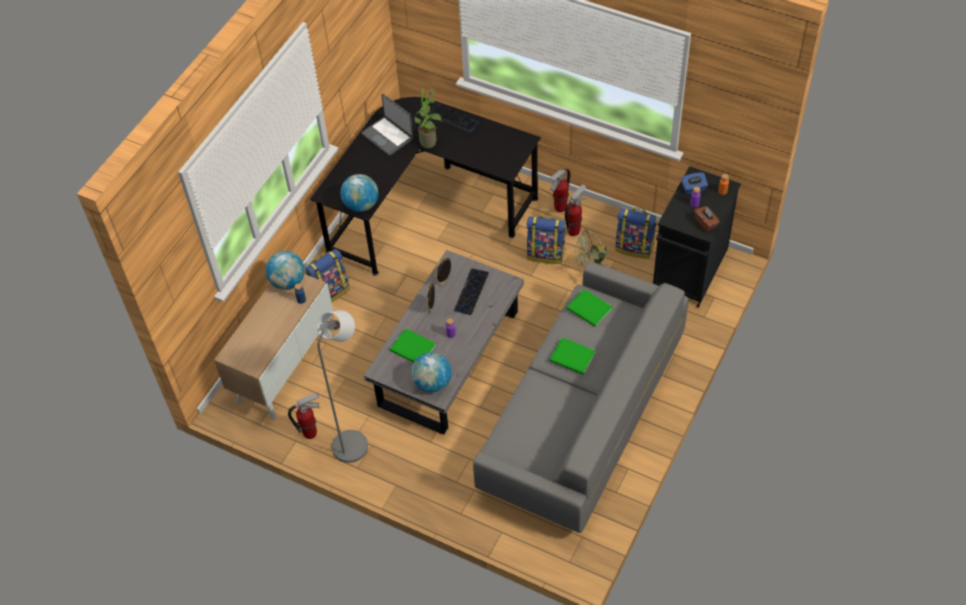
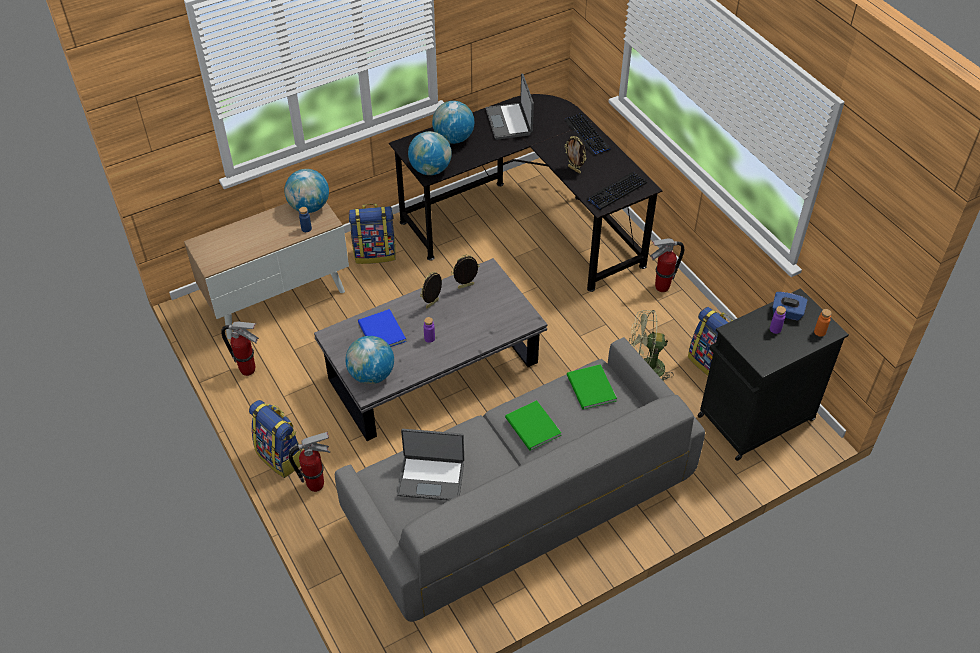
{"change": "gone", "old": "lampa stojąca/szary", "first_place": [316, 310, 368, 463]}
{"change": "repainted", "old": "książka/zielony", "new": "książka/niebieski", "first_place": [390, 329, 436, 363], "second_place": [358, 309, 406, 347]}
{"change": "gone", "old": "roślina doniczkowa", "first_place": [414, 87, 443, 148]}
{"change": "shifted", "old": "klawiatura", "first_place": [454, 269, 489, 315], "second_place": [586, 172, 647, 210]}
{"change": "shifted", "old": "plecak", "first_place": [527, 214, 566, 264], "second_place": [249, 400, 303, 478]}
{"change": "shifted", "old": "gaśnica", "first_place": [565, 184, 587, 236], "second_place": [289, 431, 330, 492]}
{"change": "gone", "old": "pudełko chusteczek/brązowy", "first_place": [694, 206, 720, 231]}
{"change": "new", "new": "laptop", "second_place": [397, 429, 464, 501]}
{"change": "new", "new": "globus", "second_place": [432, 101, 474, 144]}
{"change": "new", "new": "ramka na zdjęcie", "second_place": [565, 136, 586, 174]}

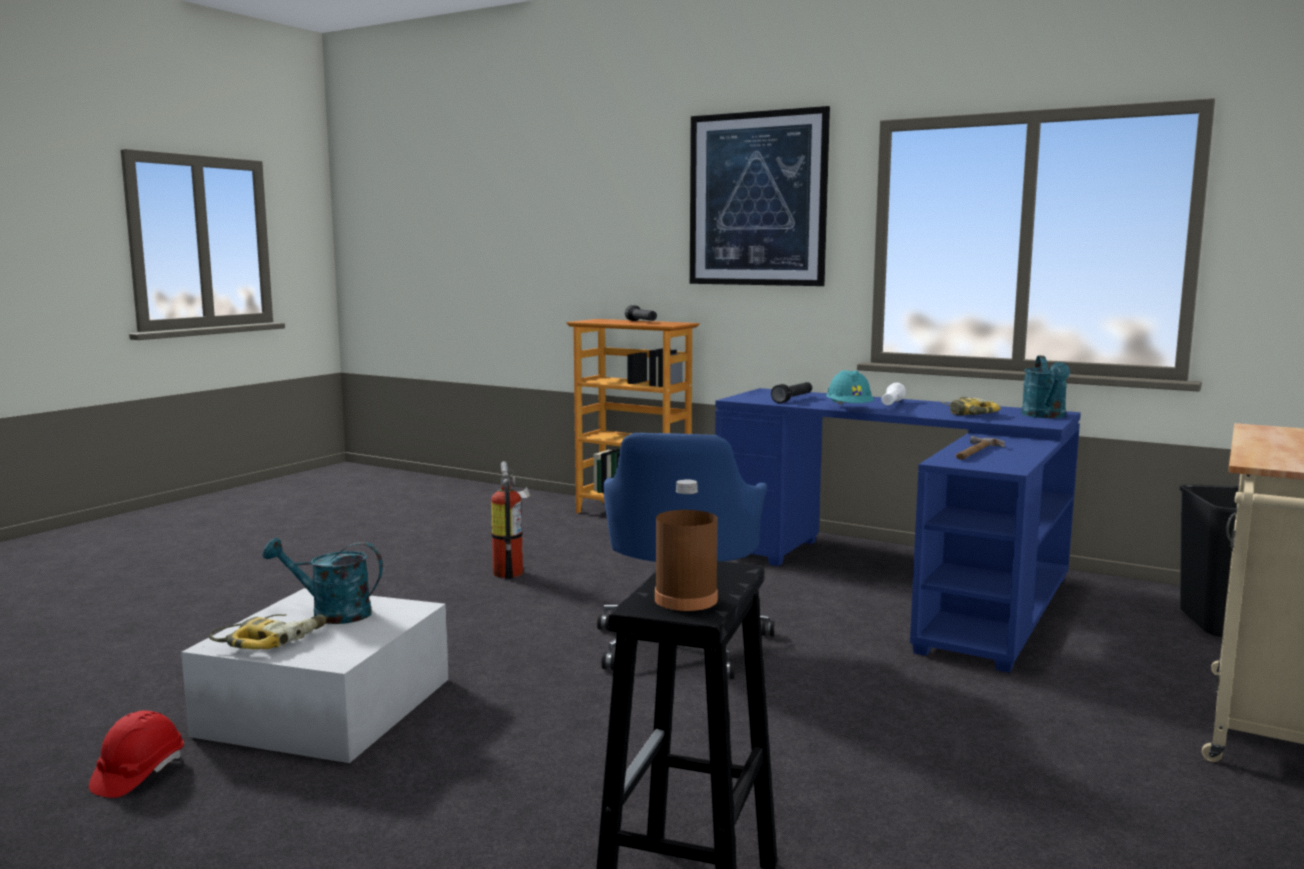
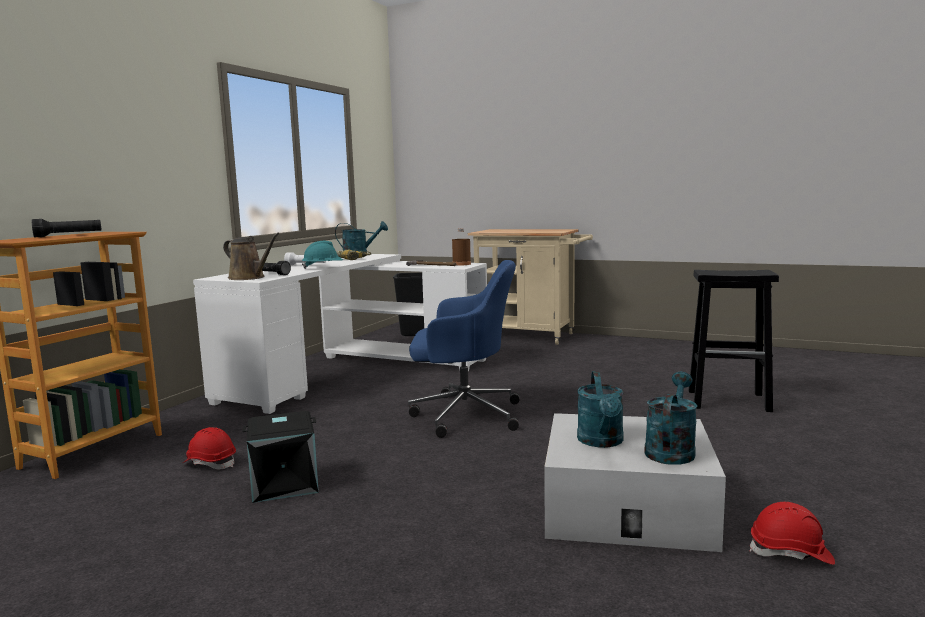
{"change": "swapped", "old": "wiertarka", "new": "konewka/turkusowy", "first_place": [209, 614, 326, 649], "second_place": [644, 372, 697, 465]}
{"change": "swapped", "old": "gaśnica", "new": "pojemnik do przechowywania/czarny", "first_place": [491, 461, 530, 579], "second_place": [243, 411, 319, 503]}
{"change": "shifted", "old": "butelka/brązowy", "first_place": [655, 479, 718, 611], "second_place": [452, 228, 471, 266]}
{"change": "gone", "old": "obraz", "first_place": [690, 106, 830, 286]}
{"change": "repainted", "old": "biurko/niebieski", "new": "biurko/biały", "first_place": [715, 388, 1081, 673], "second_place": [193, 254, 487, 414]}
{"change": "new", "new": "kask/czerwony", "second_place": [183, 427, 236, 469]}
{"change": "new", "new": "konewka/brązowy", "second_place": [223, 233, 279, 280]}

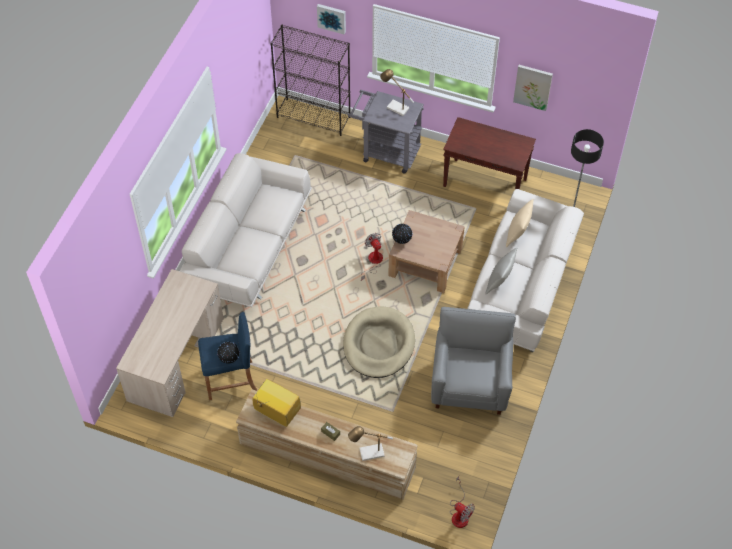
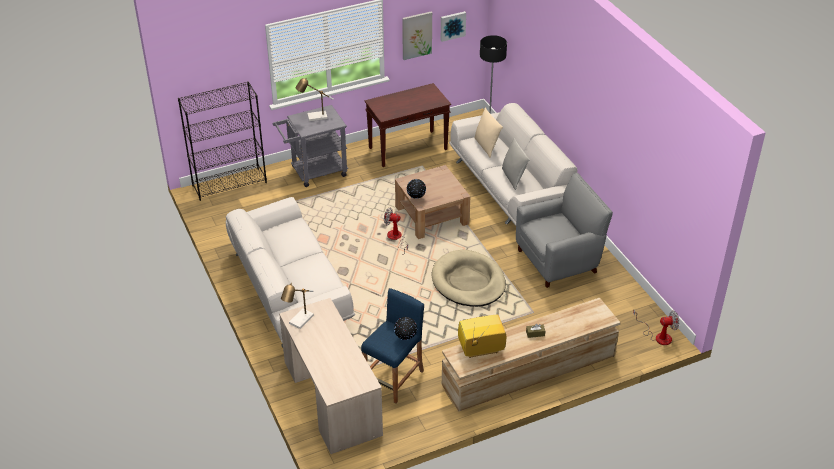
{"change": "shifted", "old": "obraz", "first_place": [317, 4, 346, 35], "second_place": [441, 11, 466, 42]}
{"change": "shifted", "old": "lampa stołowa", "first_place": [348, 426, 393, 461], "second_place": [281, 283, 314, 329]}
{"change": "rotated", "old": "fotel/szary", "first_place": [431, 307, 516, 415], "second_place": [516, 173, 613, 288], "degrees": 105}

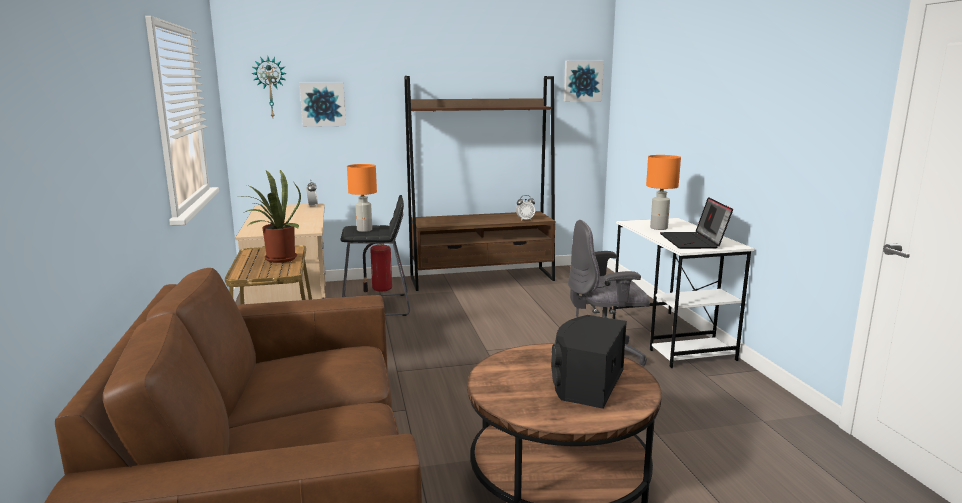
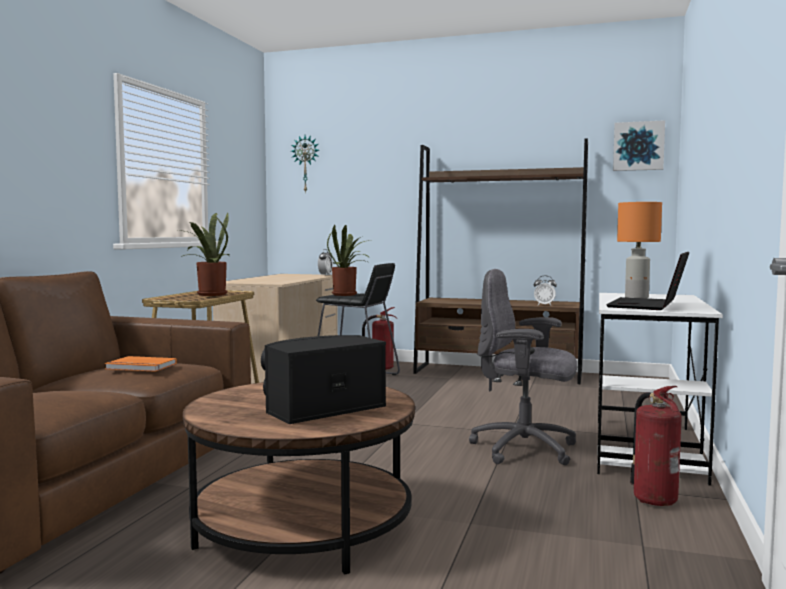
{"change": "gone", "old": "obraz", "first_place": [300, 83, 346, 127]}
{"change": "swapped", "old": "lampa stołowa/pomarańczowy", "new": "roślina doniczkowa", "first_place": [347, 164, 377, 232], "second_place": [327, 225, 372, 296]}
{"change": "new", "new": "książka/pomarańczowy", "second_place": [105, 356, 177, 372]}
{"change": "new", "new": "gaśnica", "second_place": [630, 386, 682, 506]}

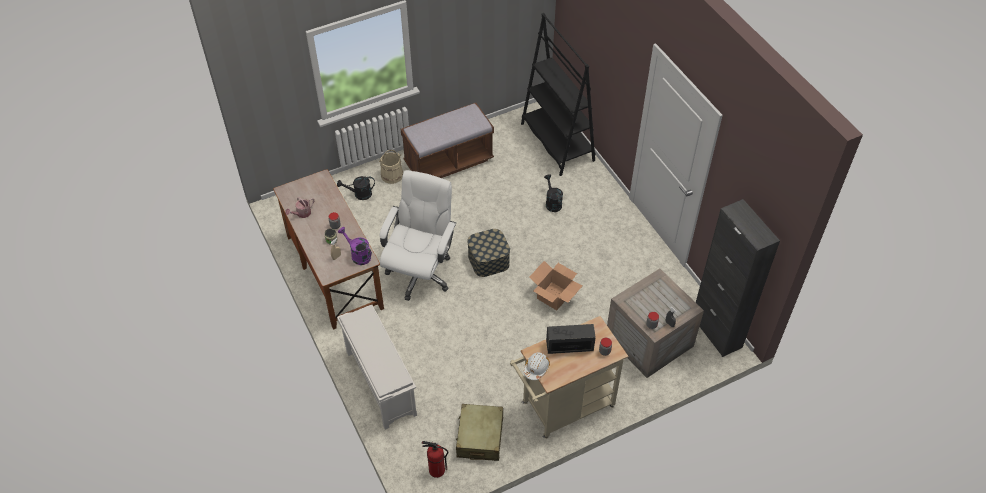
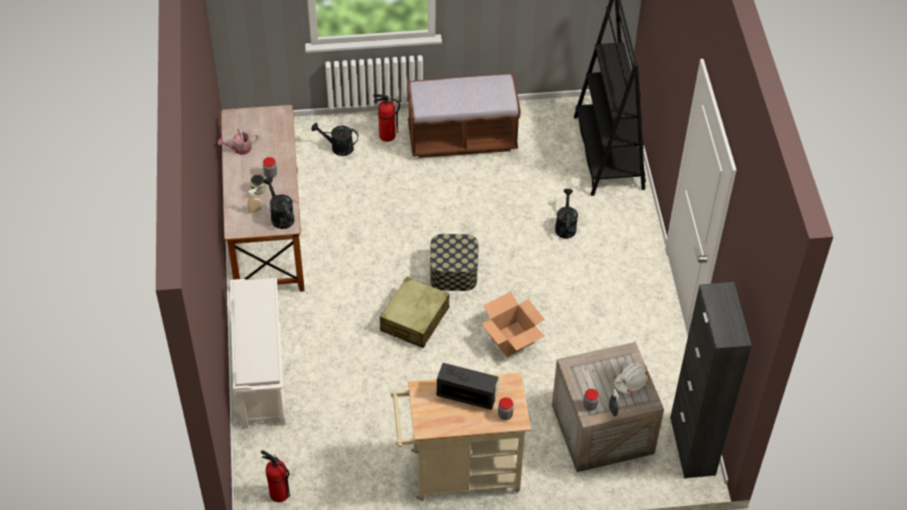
{"change": "repainted", "old": "konewka/fioletowy", "new": "konewka/czarny", "first_place": [338, 227, 372, 265], "second_place": [263, 177, 294, 229]}
{"change": "swapped", "old": "wiadro/beżowy", "new": "gaśnica", "first_place": [379, 150, 403, 184], "second_place": [373, 94, 400, 142]}
{"change": "gone", "old": "krzesło biurowe/biały", "first_place": [380, 170, 456, 301]}
{"change": "shifted", "old": "walizka/beżowy", "first_place": [456, 404, 503, 461], "second_place": [380, 277, 449, 348]}
{"change": "shifted", "old": "kask/biały", "first_place": [524, 352, 550, 380], "second_place": [615, 363, 649, 394]}

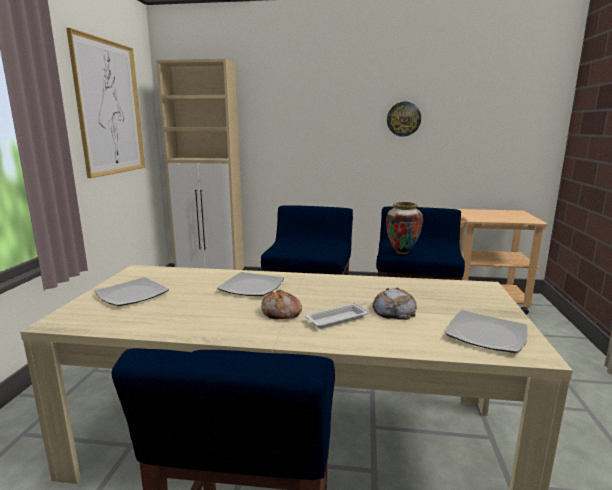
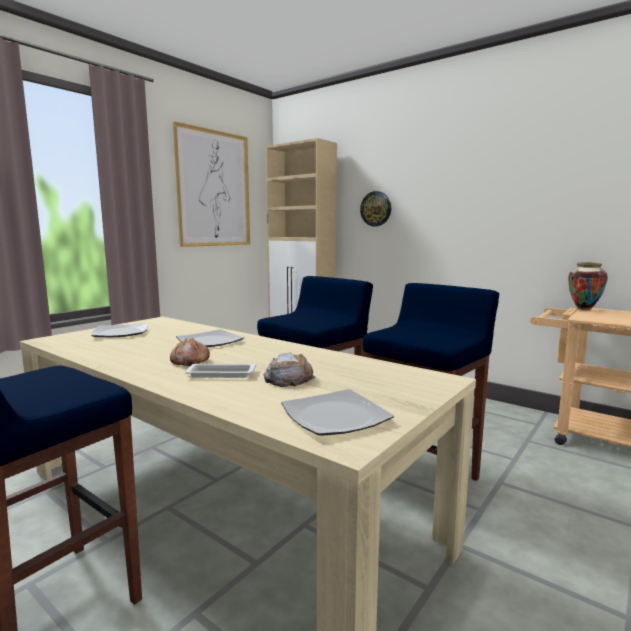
{"change": "shifted", "old": "wazon", "first_place": [386, 202, 423, 254], "second_place": [569, 262, 608, 310]}
{"change": "shifted", "old": "zegar ścienny", "first_place": [387, 102, 421, 137], "second_place": [360, 191, 391, 226]}

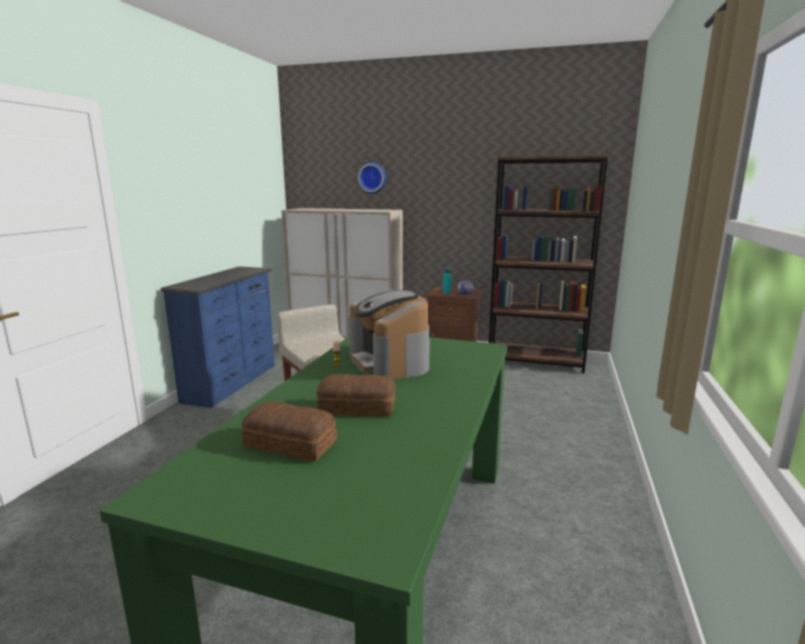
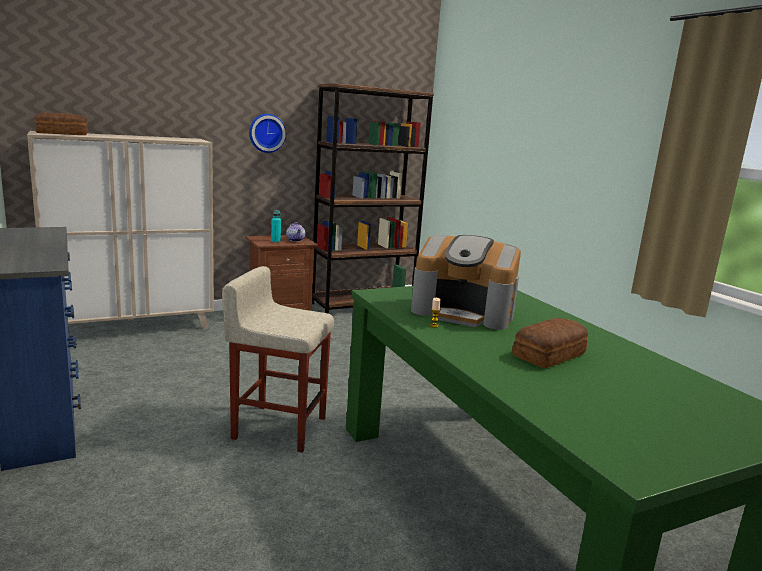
{"change": "shifted", "old": "chleb", "first_place": [242, 401, 337, 461], "second_place": [34, 112, 88, 135]}
{"change": "shifted", "old": "zegar ścienny", "first_place": [357, 162, 386, 194], "second_place": [249, 114, 286, 153]}

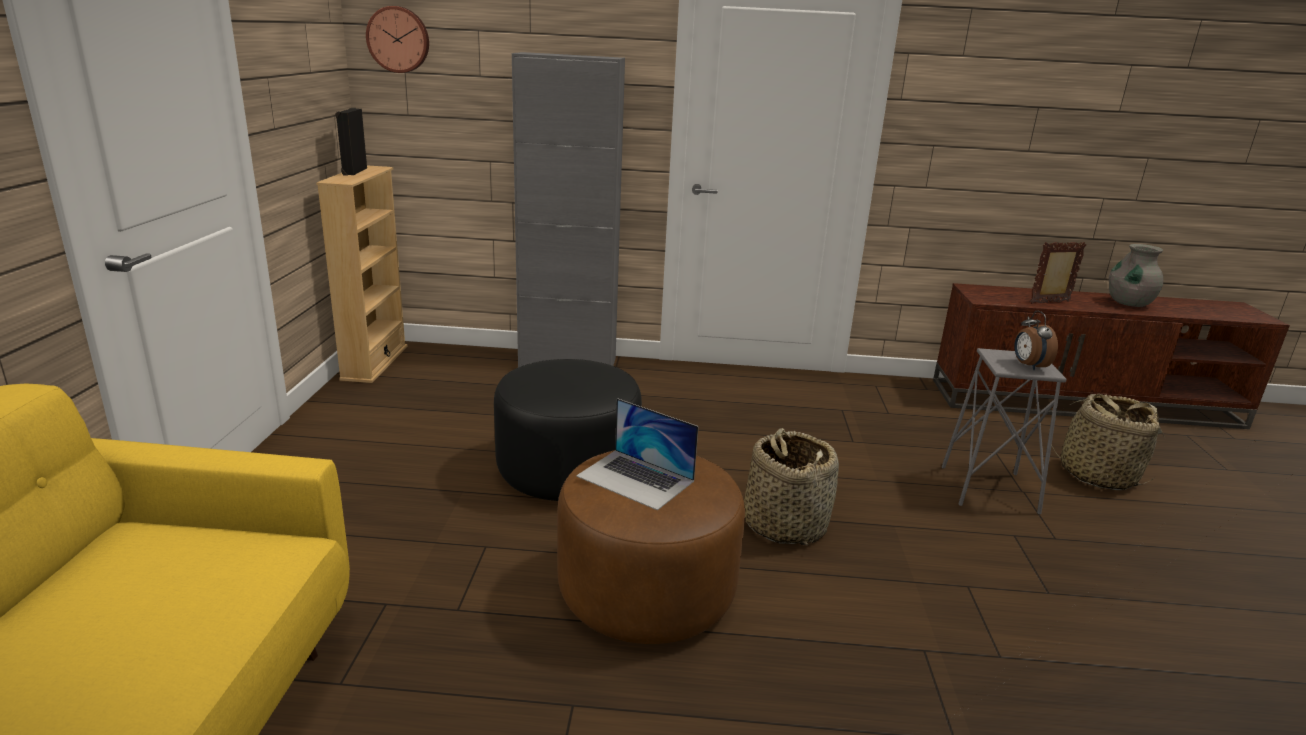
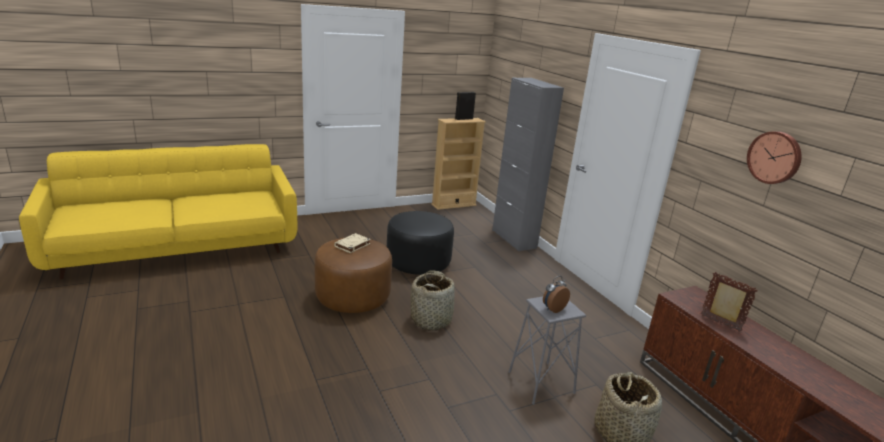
{"change": "shifted", "old": "zegar ścienny", "first_place": [366, 6, 429, 73], "second_place": [747, 131, 802, 184]}
{"change": "swapped", "old": "laptop", "new": "książka/beżowy", "first_place": [576, 398, 698, 511], "second_place": [334, 233, 371, 253]}
{"change": "gone", "old": "wazon/szary", "first_place": [1109, 244, 1163, 307]}

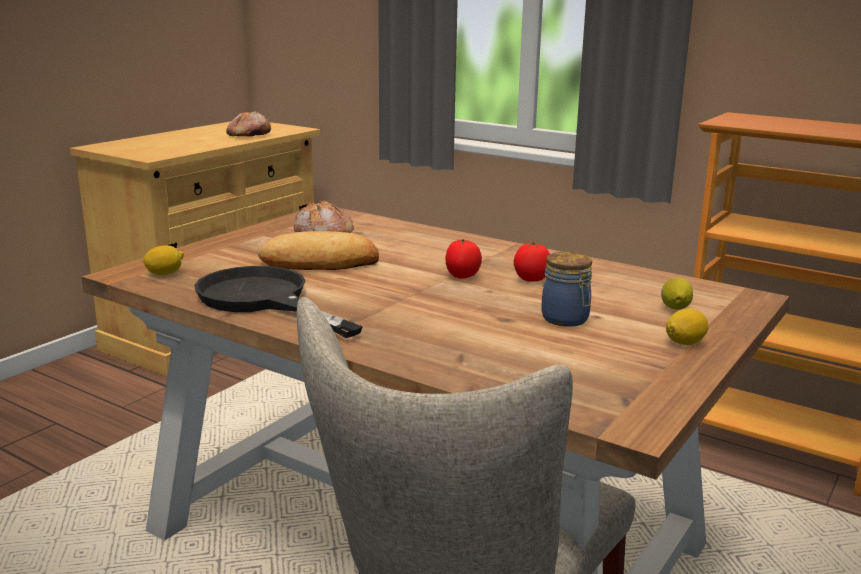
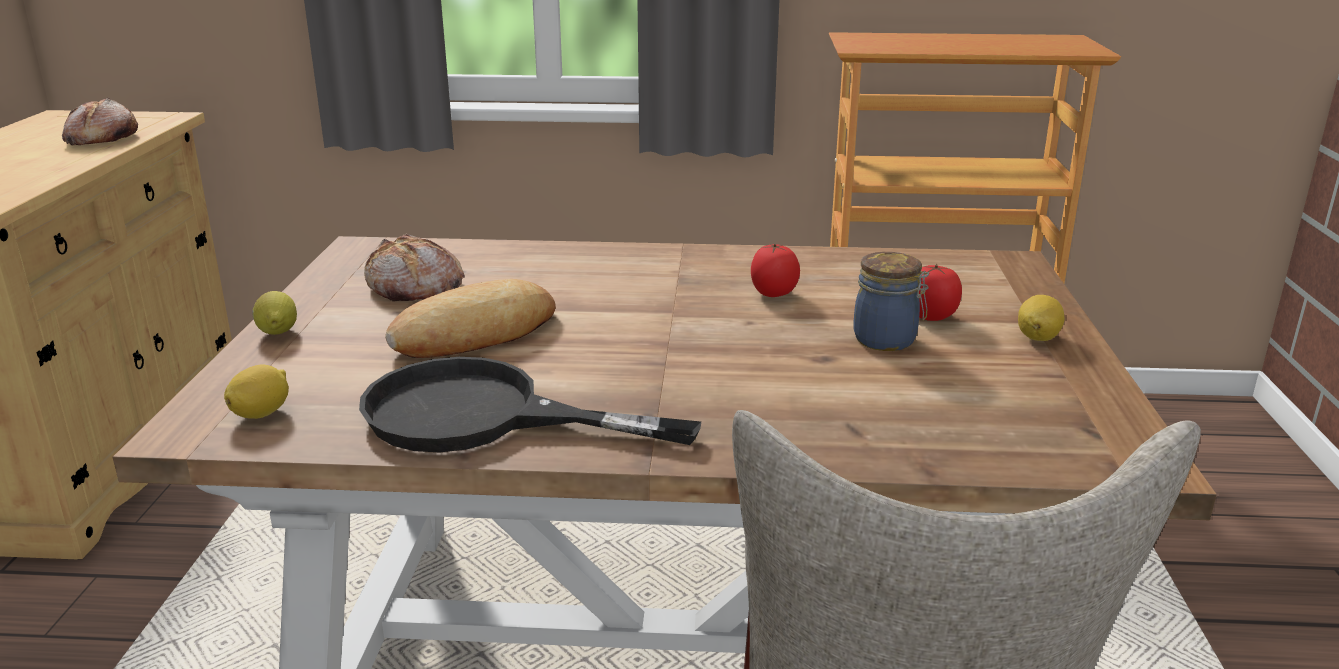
{"change": "shifted", "old": "pomidor", "first_place": [446, 239, 482, 279], "second_place": [919, 264, 962, 321]}
{"change": "shifted", "old": "cytryna", "first_place": [661, 277, 693, 309], "second_place": [253, 291, 297, 335]}

